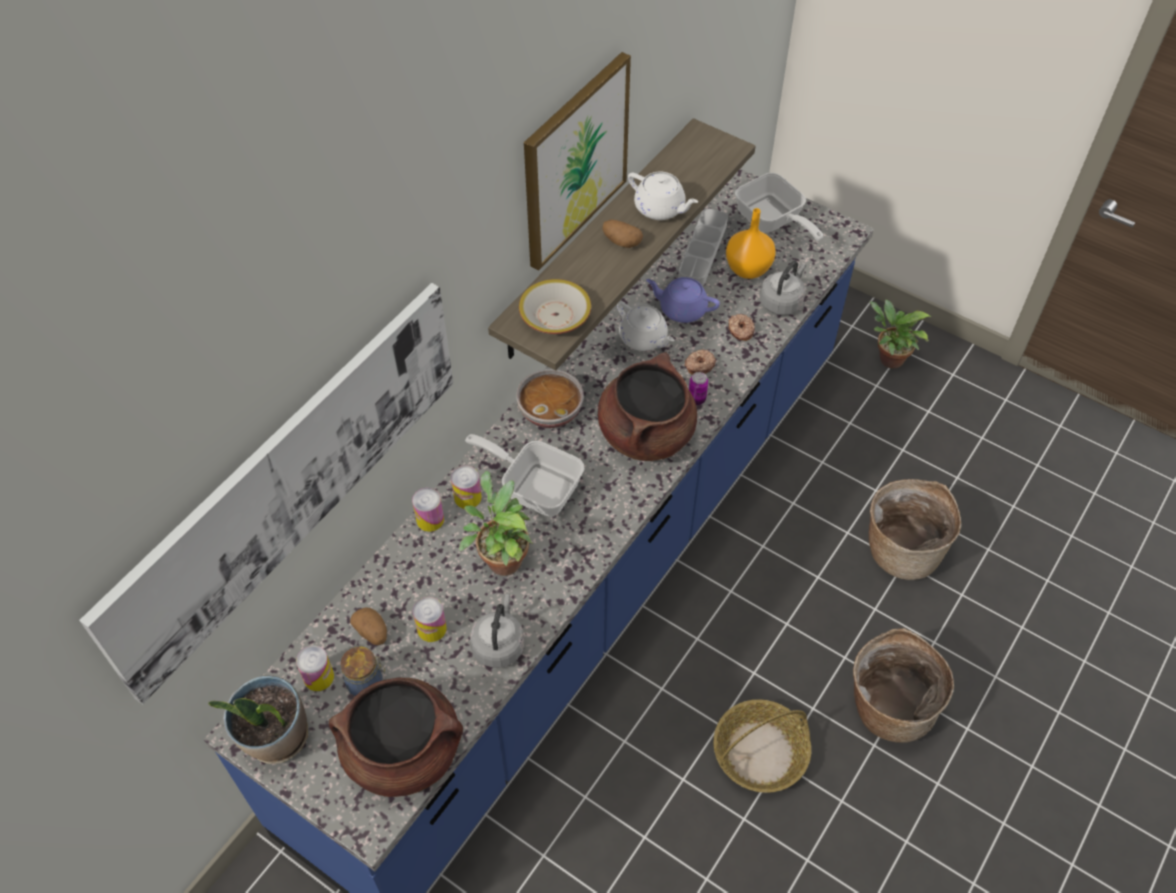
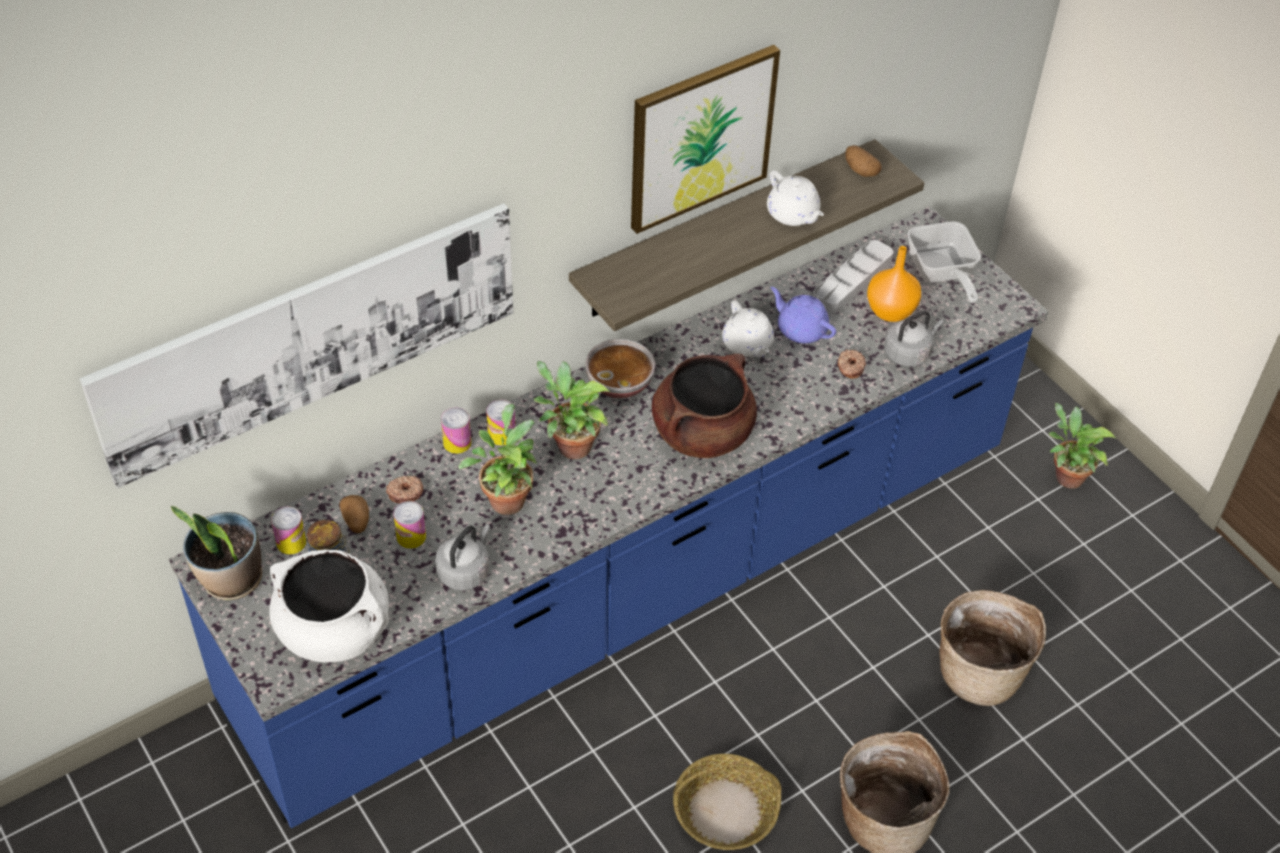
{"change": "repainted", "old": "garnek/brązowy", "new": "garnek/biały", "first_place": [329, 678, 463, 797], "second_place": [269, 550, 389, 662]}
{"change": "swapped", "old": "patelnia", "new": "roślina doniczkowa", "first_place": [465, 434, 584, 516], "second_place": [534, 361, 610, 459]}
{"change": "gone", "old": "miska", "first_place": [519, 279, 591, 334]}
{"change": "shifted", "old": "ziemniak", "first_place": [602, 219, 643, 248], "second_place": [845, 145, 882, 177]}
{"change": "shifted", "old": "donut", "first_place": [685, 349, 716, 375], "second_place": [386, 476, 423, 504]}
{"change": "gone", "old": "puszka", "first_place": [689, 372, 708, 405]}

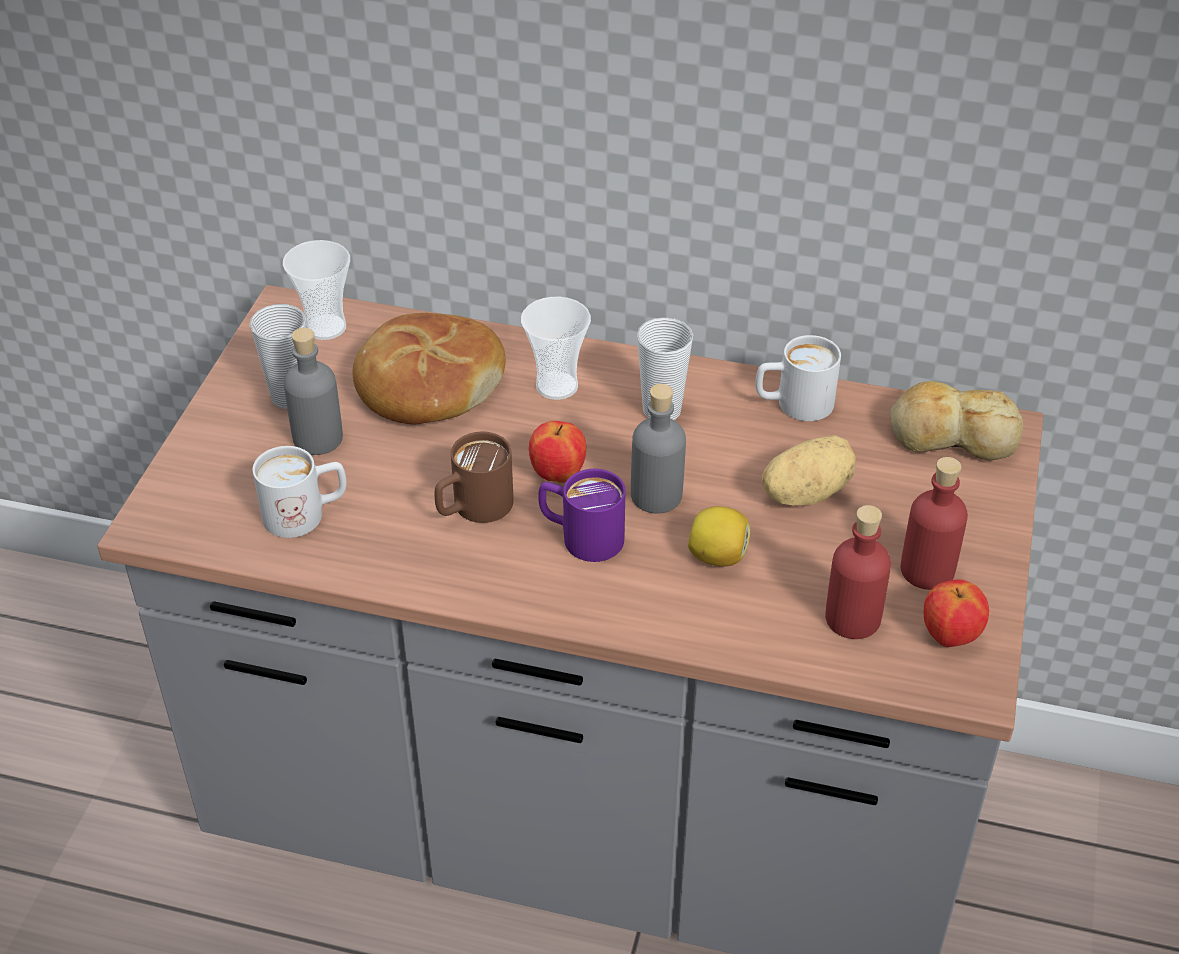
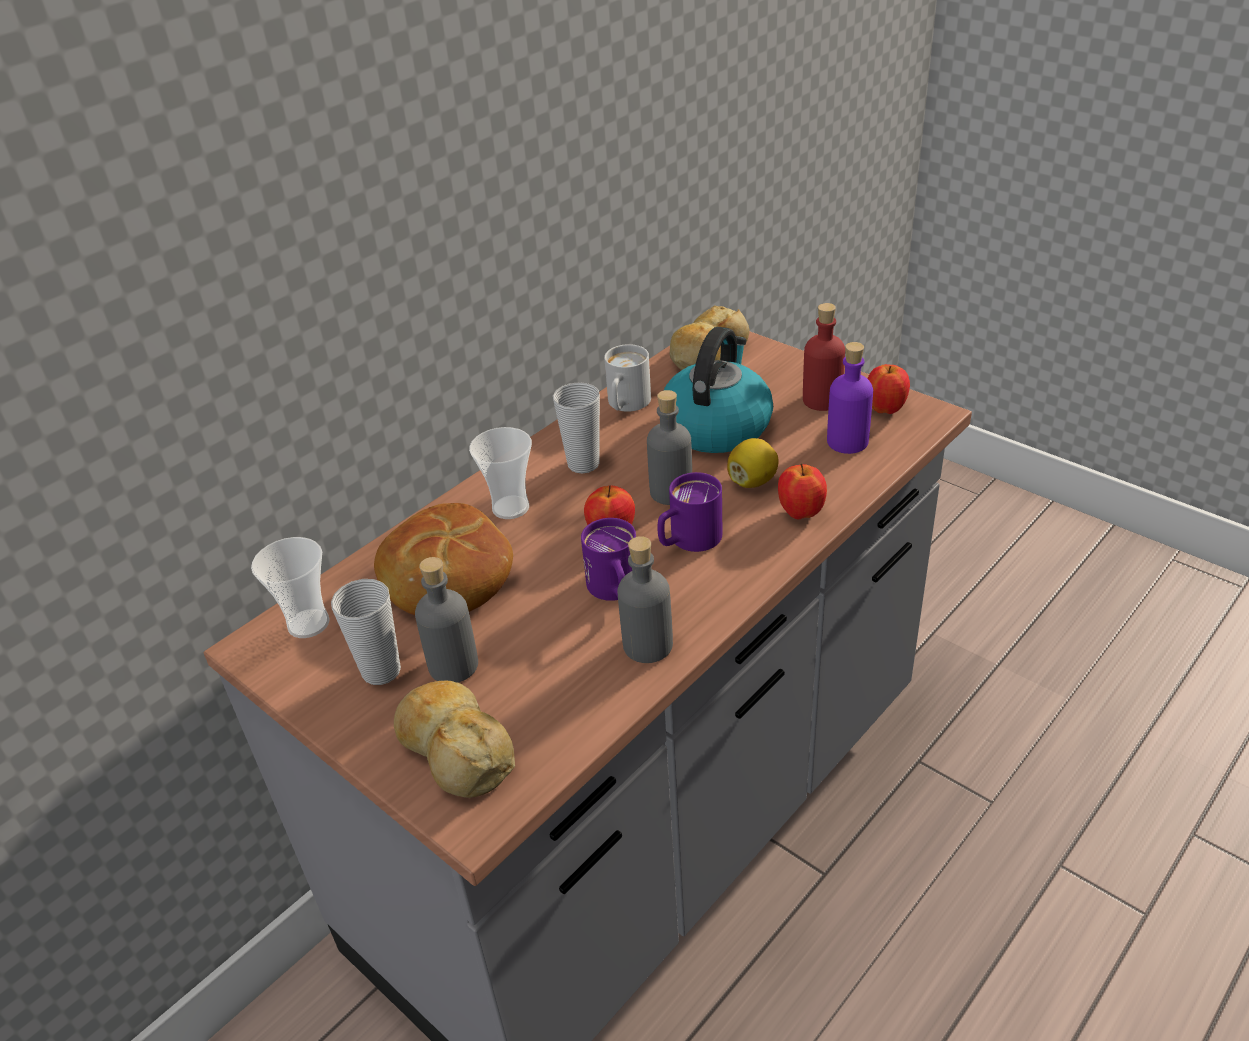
{"change": "gone", "old": "kubek/biały", "first_place": [252, 446, 347, 538]}
{"change": "repainted", "old": "kubek/brązowy", "new": "kubek/fioletowy", "first_place": [435, 432, 513, 523], "second_place": [581, 518, 636, 601]}
{"change": "swapped", "old": "ziemniak", "new": "czajnik", "first_place": [762, 435, 856, 505], "second_place": [663, 327, 773, 453]}
{"change": "repainted", "old": "butelka/czerwony", "new": "butelka/fioletowy", "first_place": [825, 505, 891, 639], "second_place": [827, 342, 873, 454]}
{"change": "new", "new": "chleb", "second_place": [394, 680, 515, 798]}
{"change": "new", "new": "butelka/szary", "second_place": [617, 536, 673, 663]}
{"change": "new", "new": "jabłko", "second_place": [778, 464, 827, 519]}

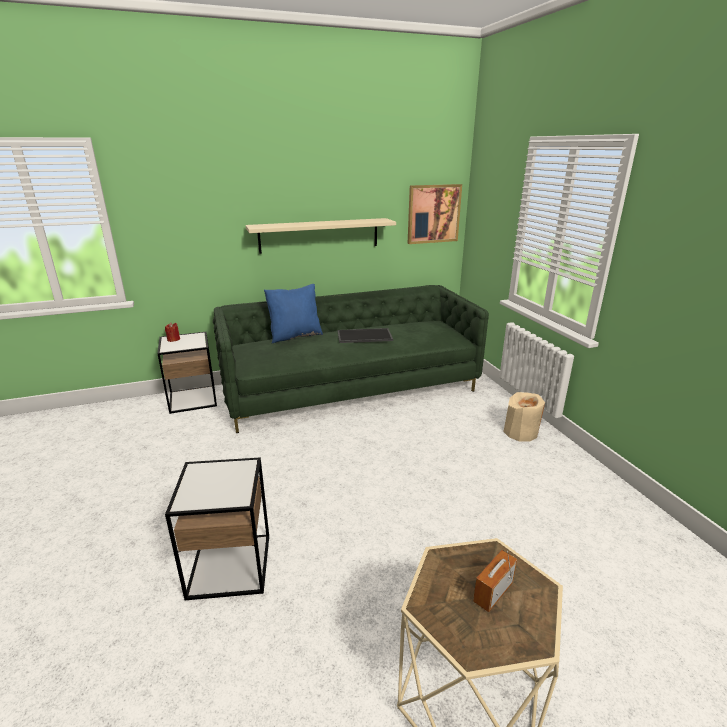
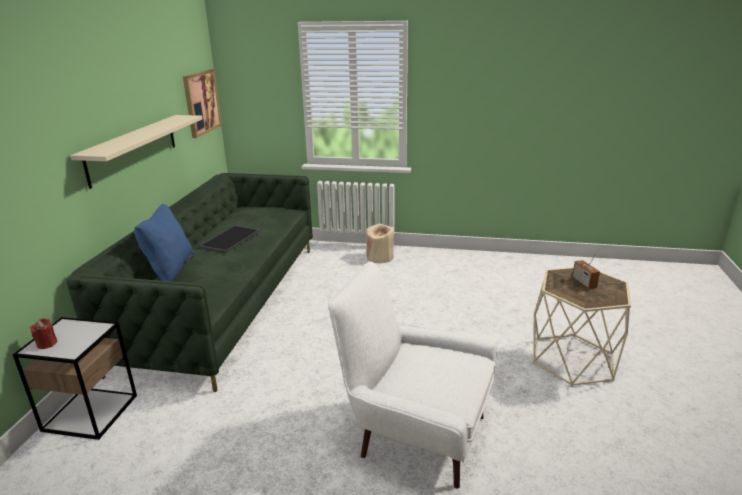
{"change": "swapped", "old": "stolik", "new": "fotel/biały", "first_place": [165, 457, 269, 600], "second_place": [328, 261, 498, 489]}

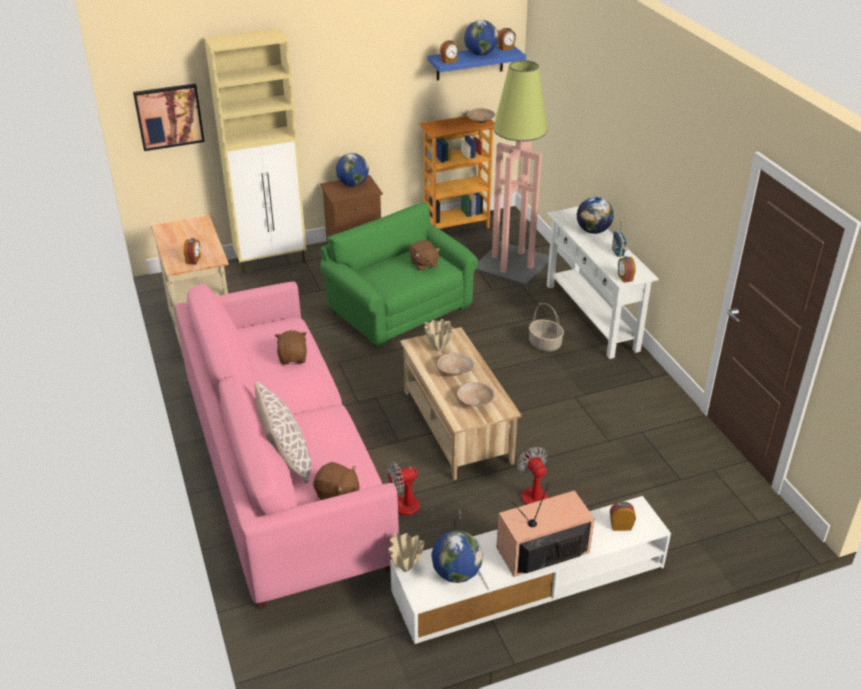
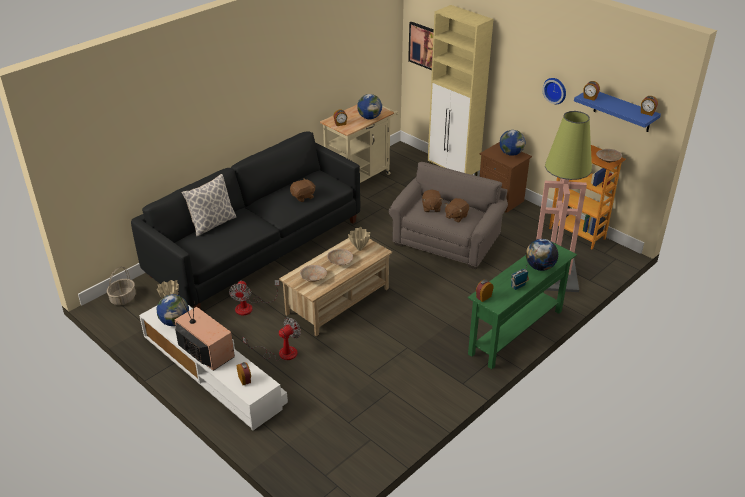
{"change": "repainted", "old": "kanapa/różowy", "new": "kanapa/czarny", "first_place": [175, 282, 399, 609], "second_place": [131, 131, 360, 309]}
{"change": "shifted", "old": "pluszak/brązowy", "first_place": [313, 462, 360, 500], "second_place": [422, 190, 443, 212]}
{"change": "repainted", "old": "fotel/zielony", "new": "fotel/szary", "first_place": [320, 203, 478, 348], "second_place": [389, 162, 508, 269]}
{"change": "rotated", "old": "wentylator", "first_place": [387, 461, 461, 532], "second_place": [229, 280, 279, 315], "degrees": -135}
{"change": "shifted", "old": "globus", "first_place": [464, 20, 498, 55], "second_place": [357, 94, 382, 119]}
{"change": "shifted", "old": "koszyk", "first_place": [529, 303, 564, 352], "second_place": [107, 267, 136, 305]}
{"change": "repainted", "old": "stolik konsolowy/biały", "new": "stolik konsolowy/zielony", "first_place": [547, 206, 659, 359], "second_place": [468, 242, 577, 369]}
{"change": "new", "new": "zegar ścienny", "second_place": [542, 78, 566, 104]}

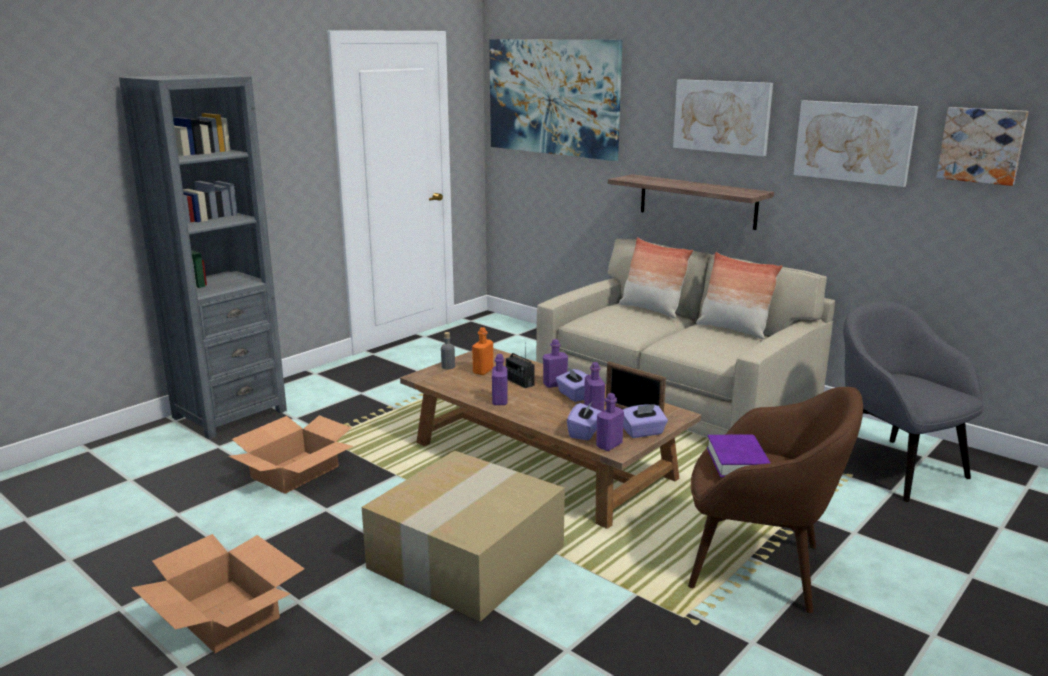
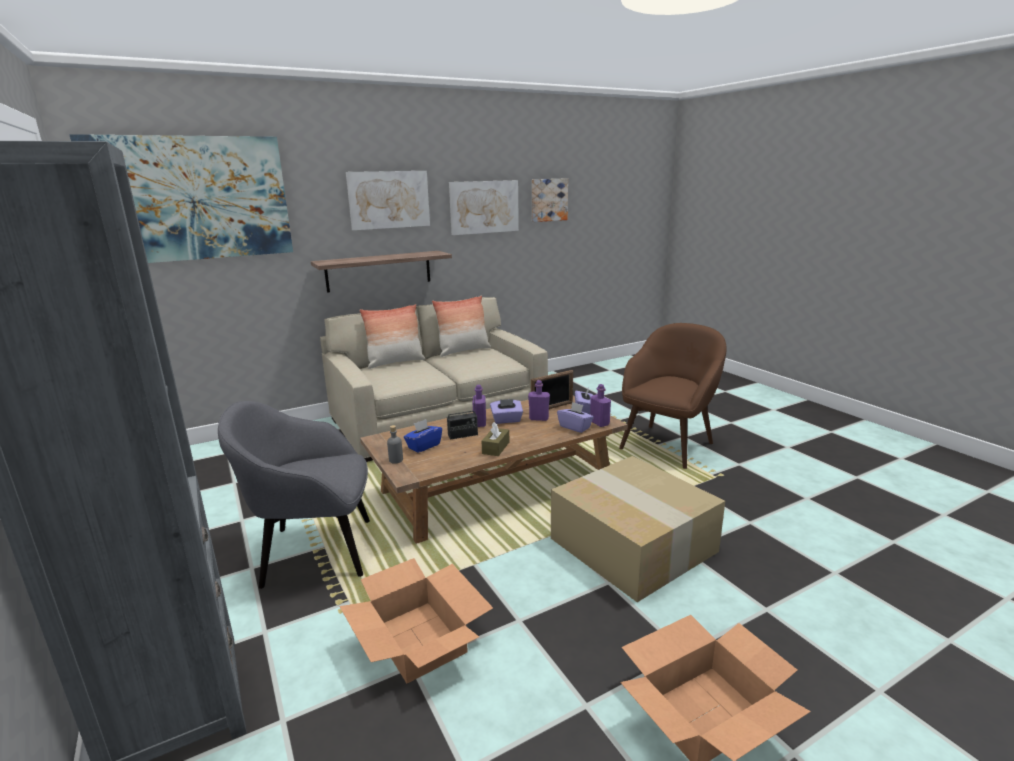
{"change": "swapped", "old": "butelka/pomarańczowy", "new": "pudełko chusteczek/niebieski", "first_place": [472, 327, 493, 375], "second_place": [404, 419, 442, 453]}
{"change": "swapped", "old": "butelka/fioletowy", "new": "pudełko chusteczek/brązowy", "first_place": [492, 354, 508, 405], "second_place": [482, 422, 509, 456]}
{"change": "gone", "old": "książka/fioletowy", "first_place": [707, 435, 770, 477]}
{"change": "shifted", "old": "fotel/szary", "first_place": [843, 301, 984, 502], "second_place": [218, 401, 370, 589]}

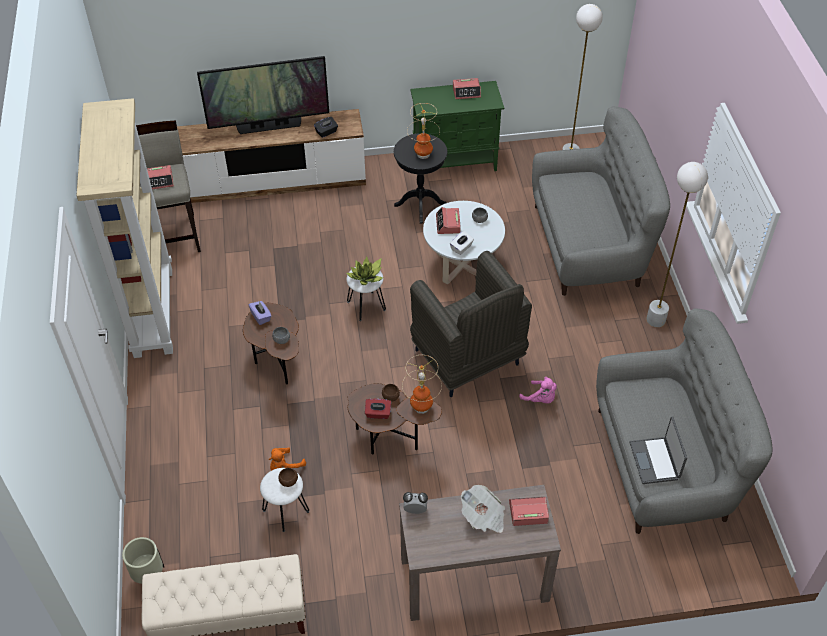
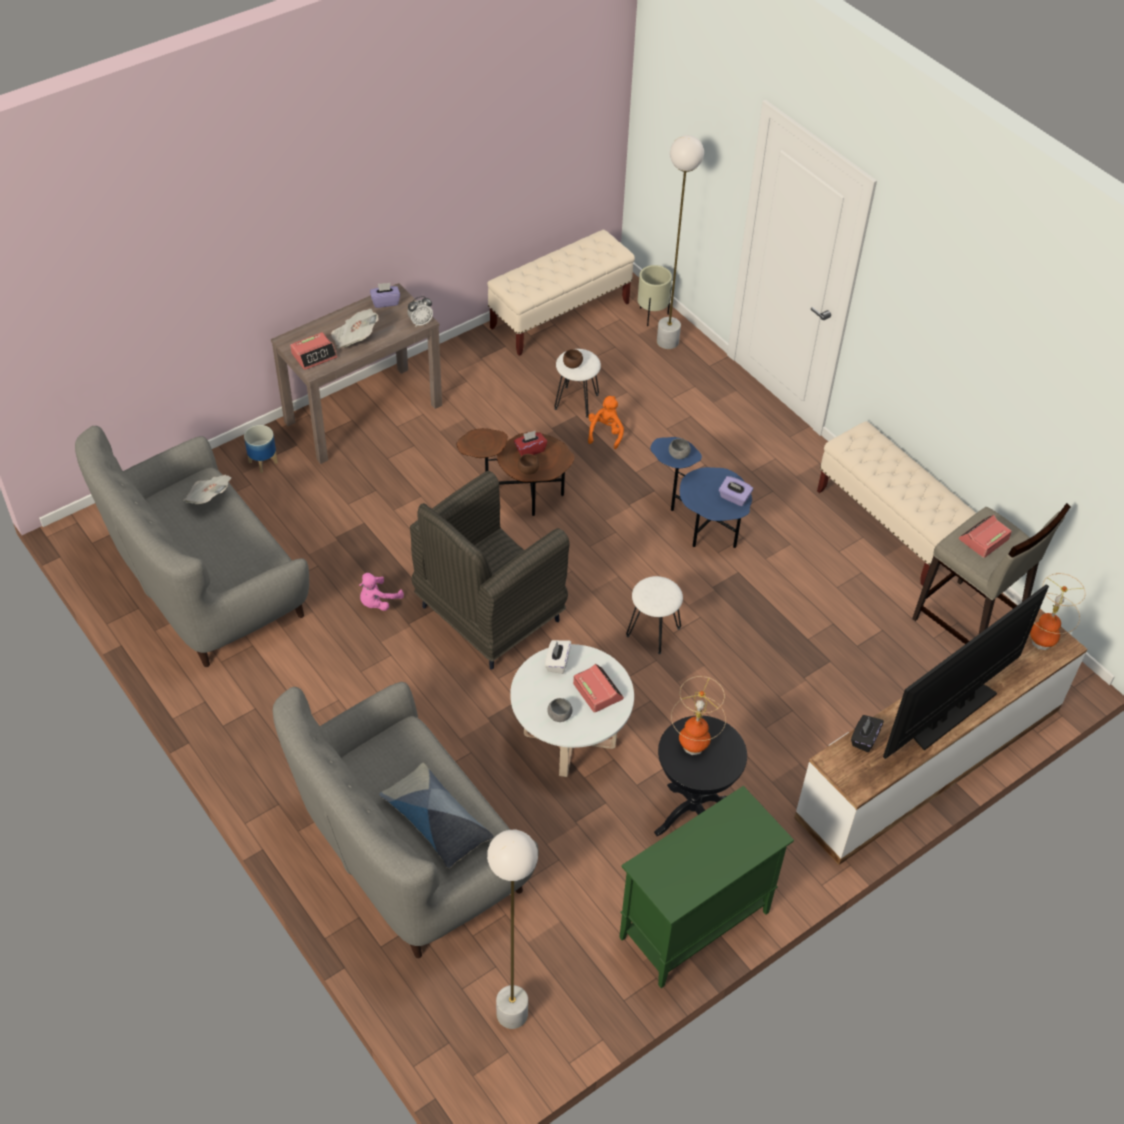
{"change": "swapped", "old": "regał/beżowy", "new": "ławka/beżowy", "first_place": [76, 98, 173, 358], "second_place": [817, 421, 976, 586]}
{"change": "repainted", "old": "stolik/brązowy", "new": "stolik/niebieski", "first_place": [243, 303, 299, 384], "second_place": [650, 437, 752, 548]}
{"change": "gone", "old": "roślina doniczkowa", "first_place": [346, 257, 383, 285]}
{"change": "shifted", "old": "lampa stołowa", "first_place": [402, 355, 442, 414], "second_place": [1030, 573, 1085, 650]}
{"change": "rotated", "old": "fotel/szary", "first_place": [410, 251, 532, 397], "second_place": [410, 471, 570, 670], "degrees": -75}
{"change": "gone", "old": "budzik", "first_place": [453, 78, 481, 99]}
{"change": "rotated", "old": "pluszak/różowy", "first_place": [519, 377, 557, 404], "second_place": [359, 573, 404, 611], "degrees": -60}
{"change": "swapped", "old": "laptop", "new": "gazeta", "first_place": [630, 416, 687, 484], "second_place": [183, 475, 232, 504]}
{"change": "shifted", "old": "lampa stojąca/biały", "first_place": [646, 162, 708, 327], "second_place": [657, 135, 704, 349]}
{"change": "new", "new": "donica", "second_place": [244, 425, 278, 473]}
{"change": "new", "new": "pudełko chusteczek/fioletowy", "second_place": [370, 283, 400, 308]}
{"change": "new", "new": "poduszka", "second_place": [379, 763, 494, 868]}

